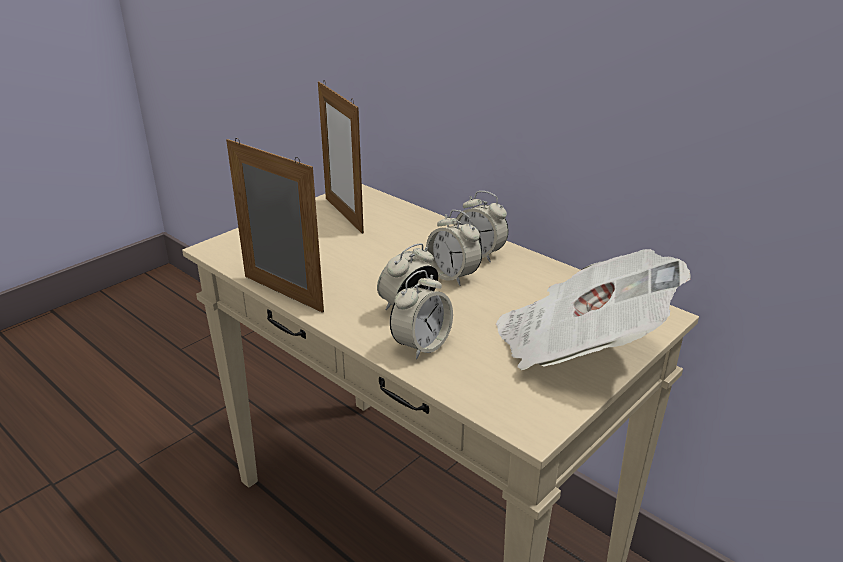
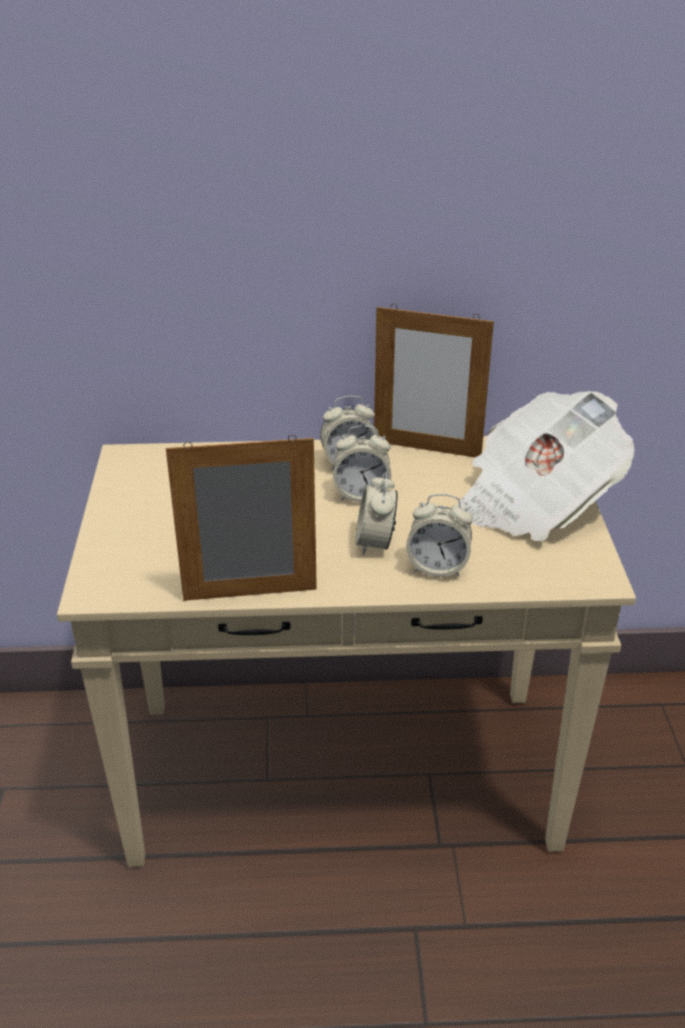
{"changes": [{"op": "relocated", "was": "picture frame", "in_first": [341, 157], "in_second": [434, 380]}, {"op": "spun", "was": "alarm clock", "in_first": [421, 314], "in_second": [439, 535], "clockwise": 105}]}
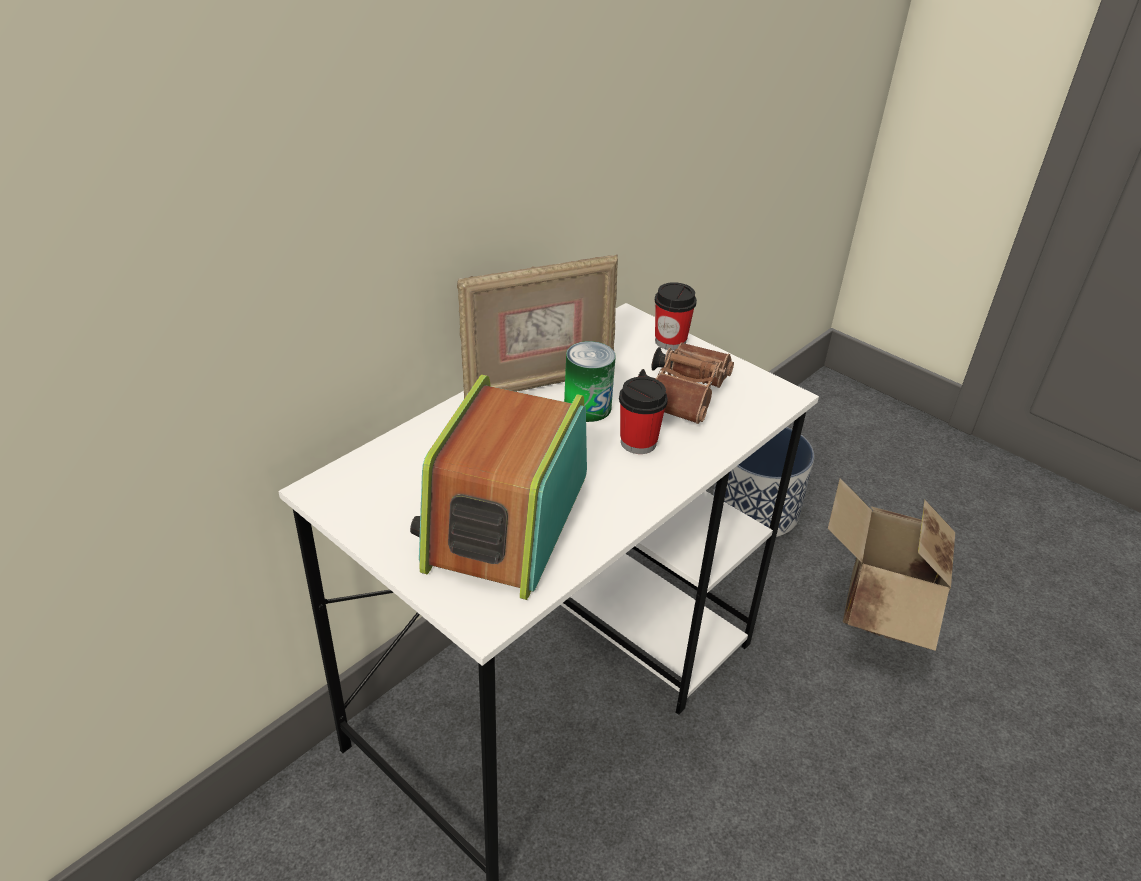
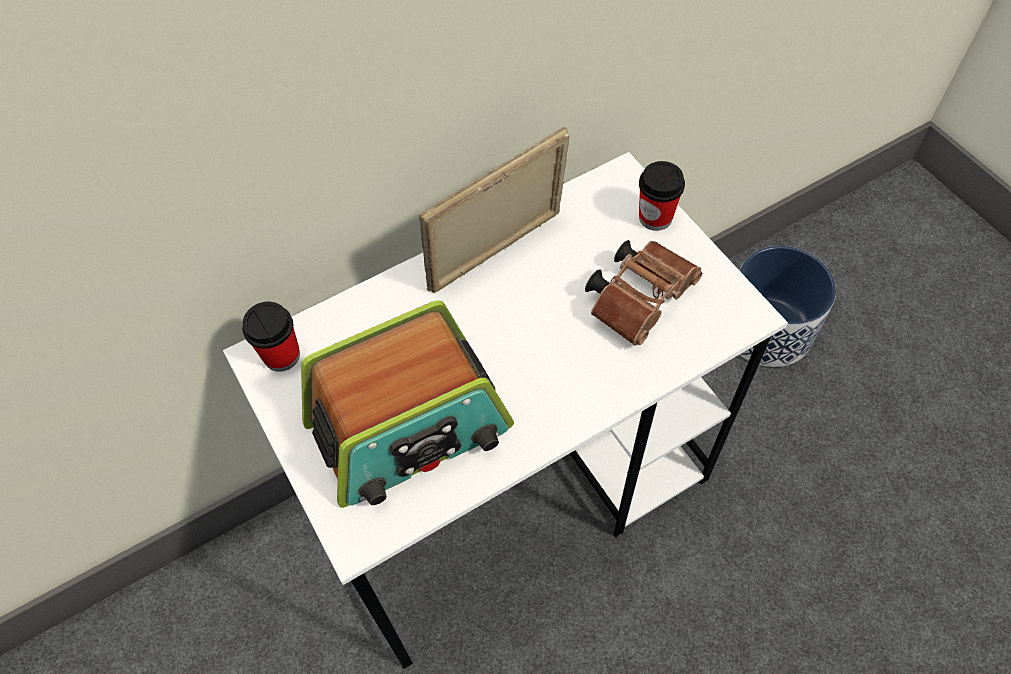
{"changes": [{"op": "missing", "was": "can", "in_first": [590, 381]}, {"op": "missing", "was": "cardboard box", "in_first": [891, 564]}, {"op": "relocated", "was": "cup", "in_first": [643, 415], "in_second": [271, 337]}, {"op": "spun", "was": "radio", "in_first": [498, 487], "in_second": [407, 404], "clockwise": -150}, {"op": "spun", "was": "picture frame", "in_first": [537, 326], "in_second": [494, 210], "clockwise": 150}]}
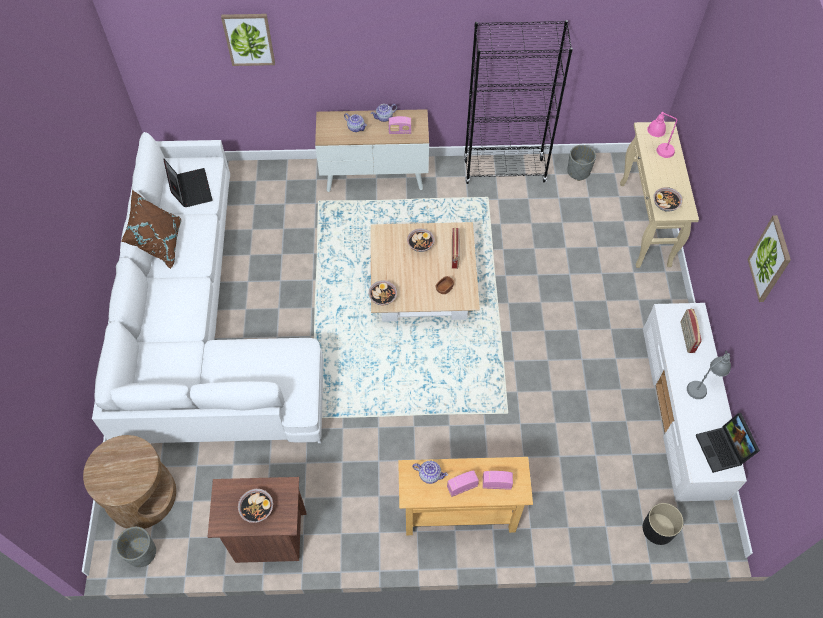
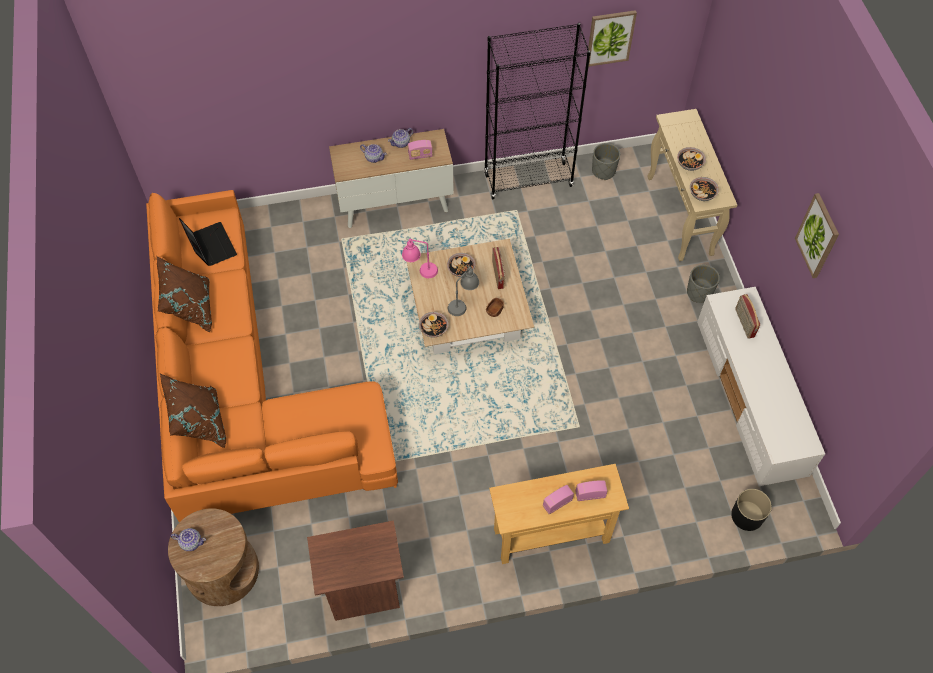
{"changes": [{"op": "missing", "was": "laptop", "in_first": [728, 443]}, {"op": "appeared", "now": "pillow (brown)", "in_second": [193, 411]}, {"op": "relocated", "was": "planter (grey)", "in_first": [136, 547], "in_second": [703, 284]}, {"op": "relocated", "was": "picture", "in_first": [248, 40], "in_second": [612, 38]}, {"op": "relocated", "was": "bowl", "in_first": [255, 506], "in_second": [691, 159]}, {"op": "relocated", "was": "teapot", "in_first": [430, 472], "in_second": [188, 539]}, {"op": "relocated", "was": "table lamp (pink)", "in_first": [662, 135], "in_second": [420, 258]}, {"op": "relocated", "was": "table lamp (grey)", "in_first": [709, 374], "in_second": [463, 290]}, {"op": "colour", "was": "sofa (white)", "now": "sofa (orange)", "in_first": [207, 287], "in_second": [272, 356]}]}
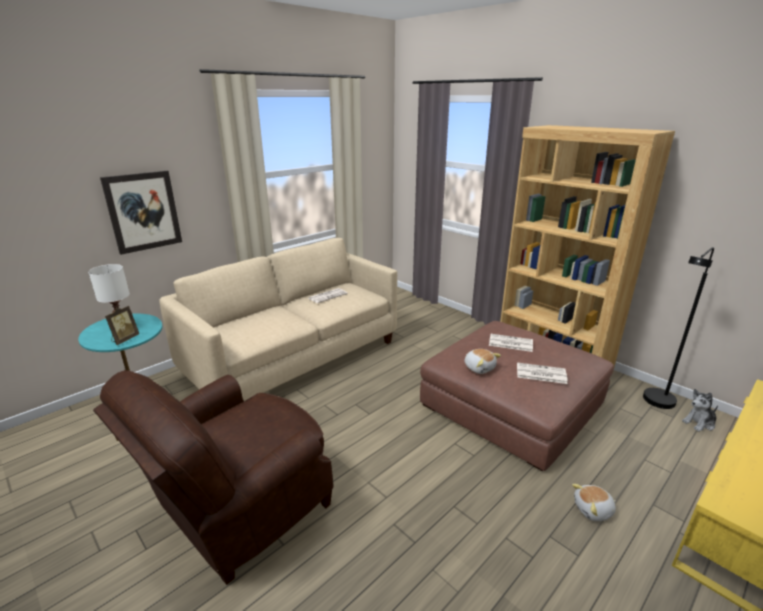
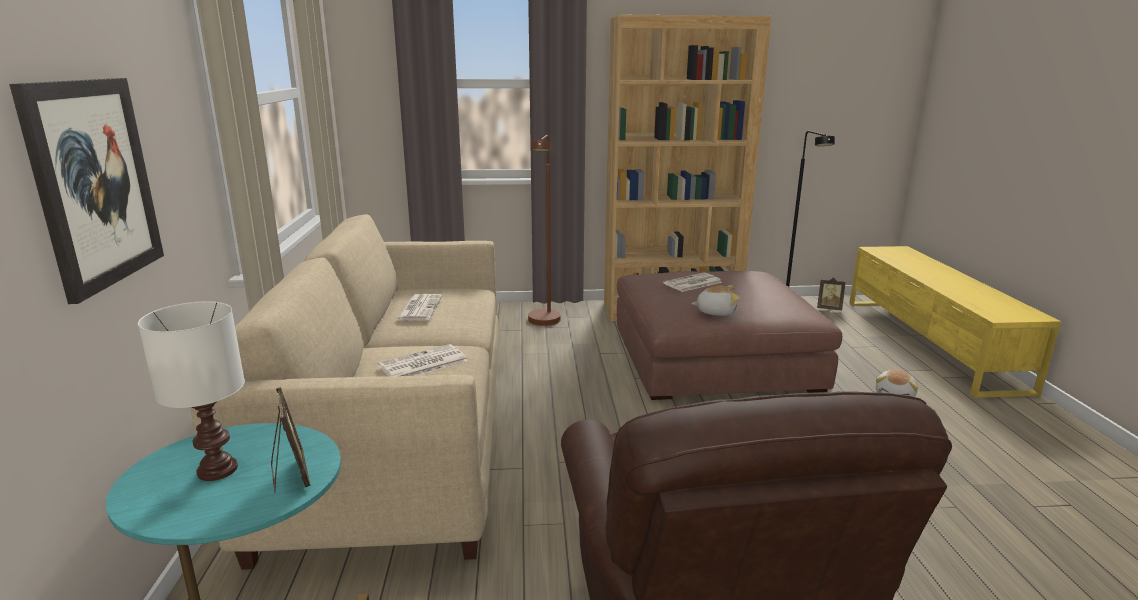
{"changes": [{"op": "appeared", "now": "floor lamp (brown)", "in_second": [544, 230]}, {"op": "relocated", "was": "newspaper", "in_first": [542, 373], "in_second": [423, 360]}, {"op": "exchanged", "was": "plush toy", "now": "picture frame", "in_first": [700, 410], "in_second": [831, 293]}]}
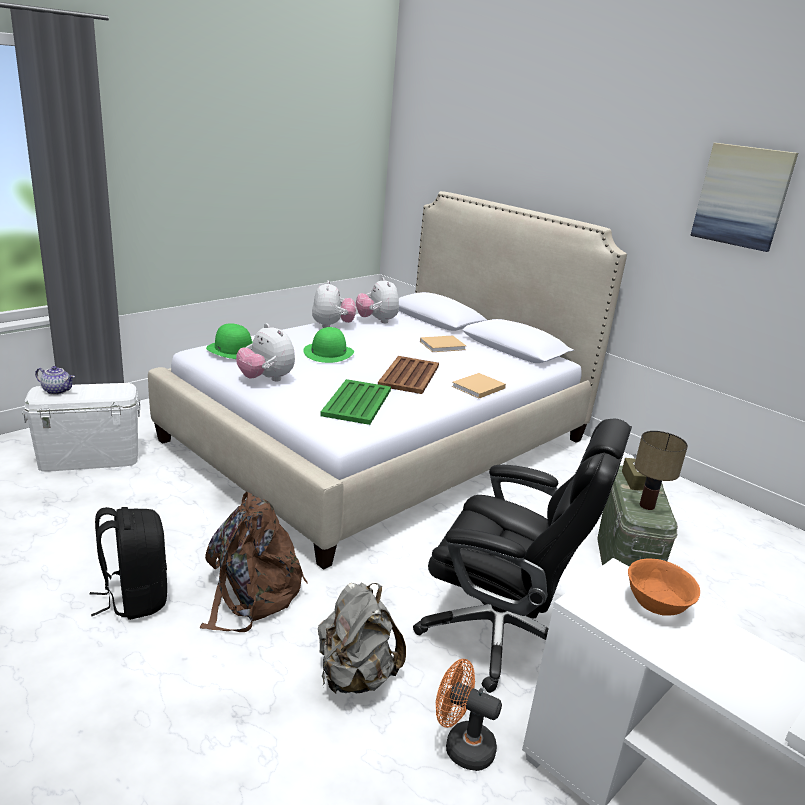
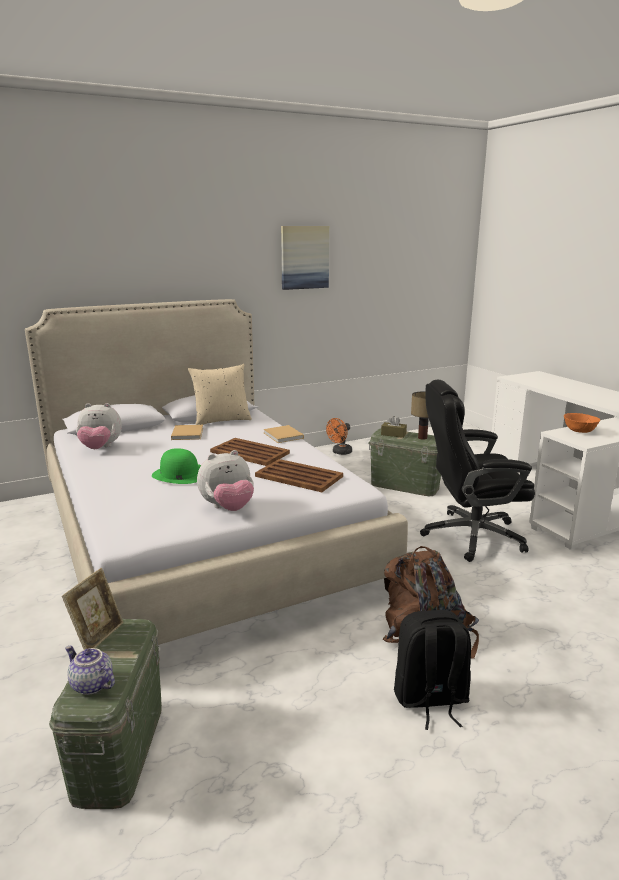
{"changes": [{"op": "missing", "was": "hat (green)", "in_first": [229, 341]}, {"op": "missing", "was": "plush toy", "in_first": [334, 304]}, {"op": "missing", "was": "backpack (grey)", "in_first": [362, 638]}, {"op": "appeared", "now": "picture frame", "in_second": [92, 609]}, {"op": "appeared", "now": "pillow (beige)", "in_second": [220, 394]}, {"op": "relocated", "was": "fan (orange)", "in_first": [469, 715], "in_second": [339, 436]}, {"op": "colour", "was": "storage box (white)", "now": "storage box (green)", "in_first": [81, 427], "in_second": [105, 714]}, {"op": "colour", "was": "tray (green)", "now": "tray (brown)", "in_first": [355, 402], "in_second": [299, 475]}, {"op": "spun", "was": "teapot", "in_first": [55, 380], "in_second": [90, 670], "clockwise": -90}, {"op": "spun", "was": "office chair (black)", "in_first": [522, 555], "in_second": [477, 471], "clockwise": -135}]}
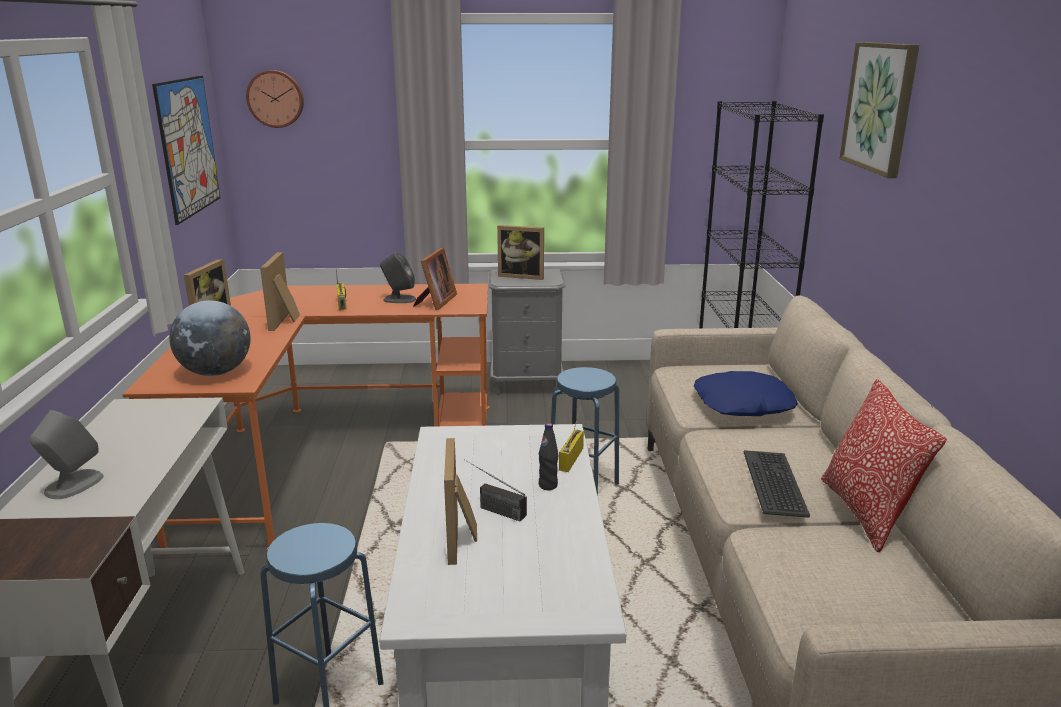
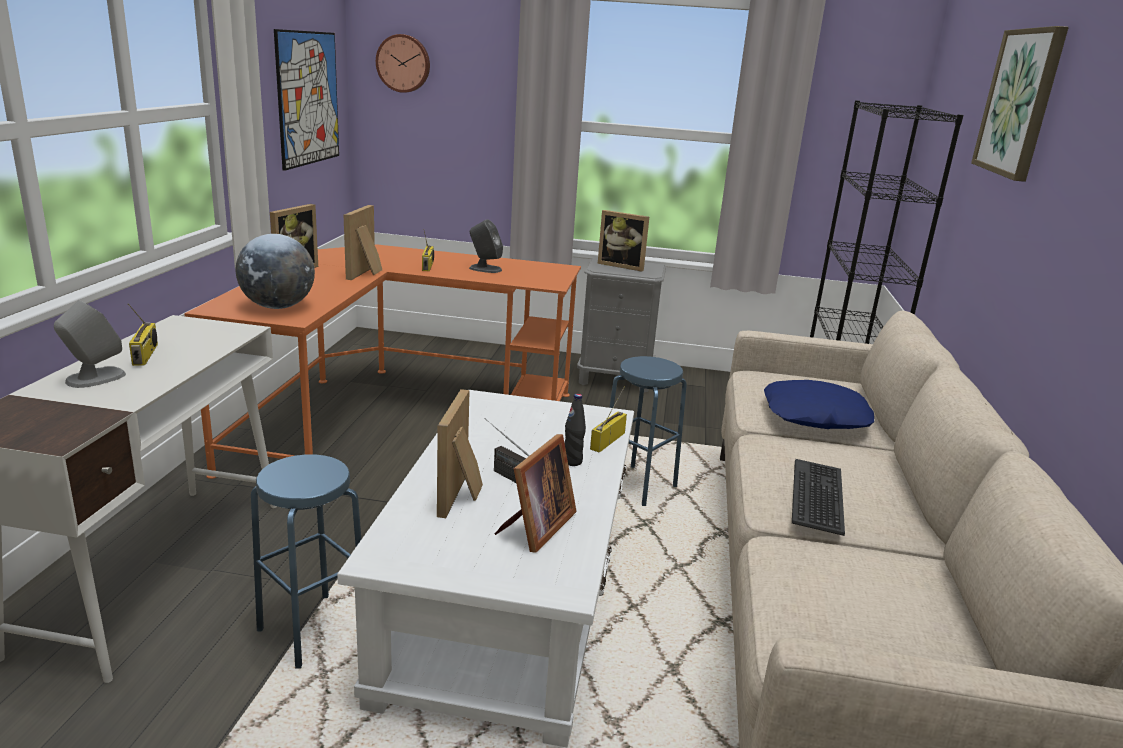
{"changes": [{"op": "missing", "was": "pillow", "in_first": [884, 465]}, {"op": "appeared", "now": "radio", "in_second": [143, 334]}, {"op": "relocated", "was": "picture frame", "in_first": [435, 279], "in_second": [536, 493]}]}
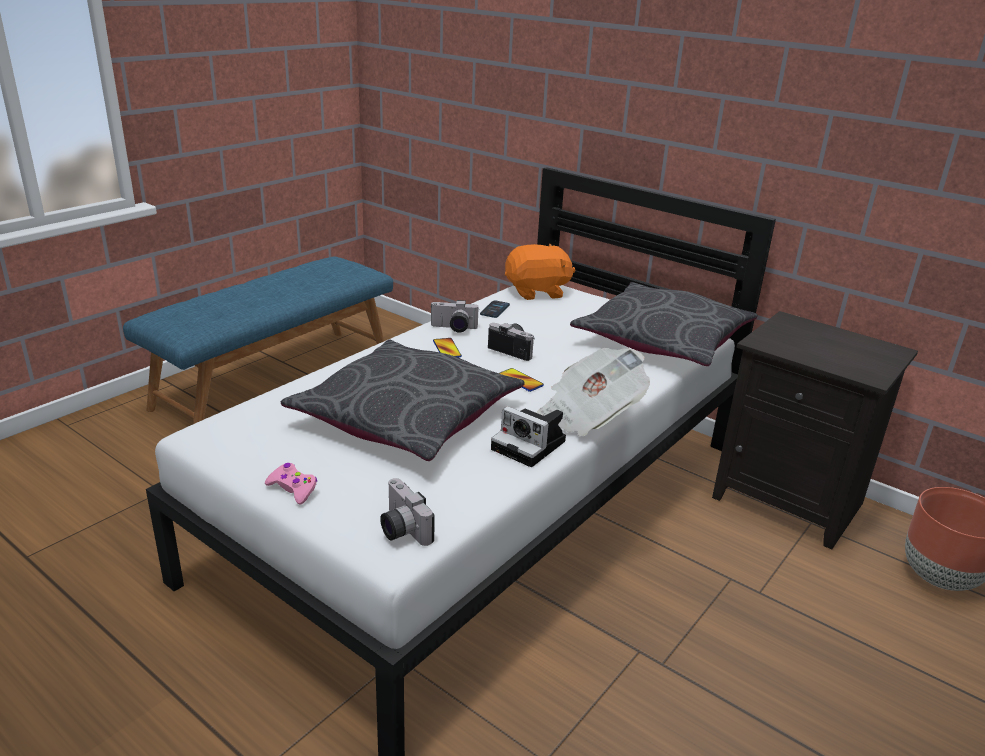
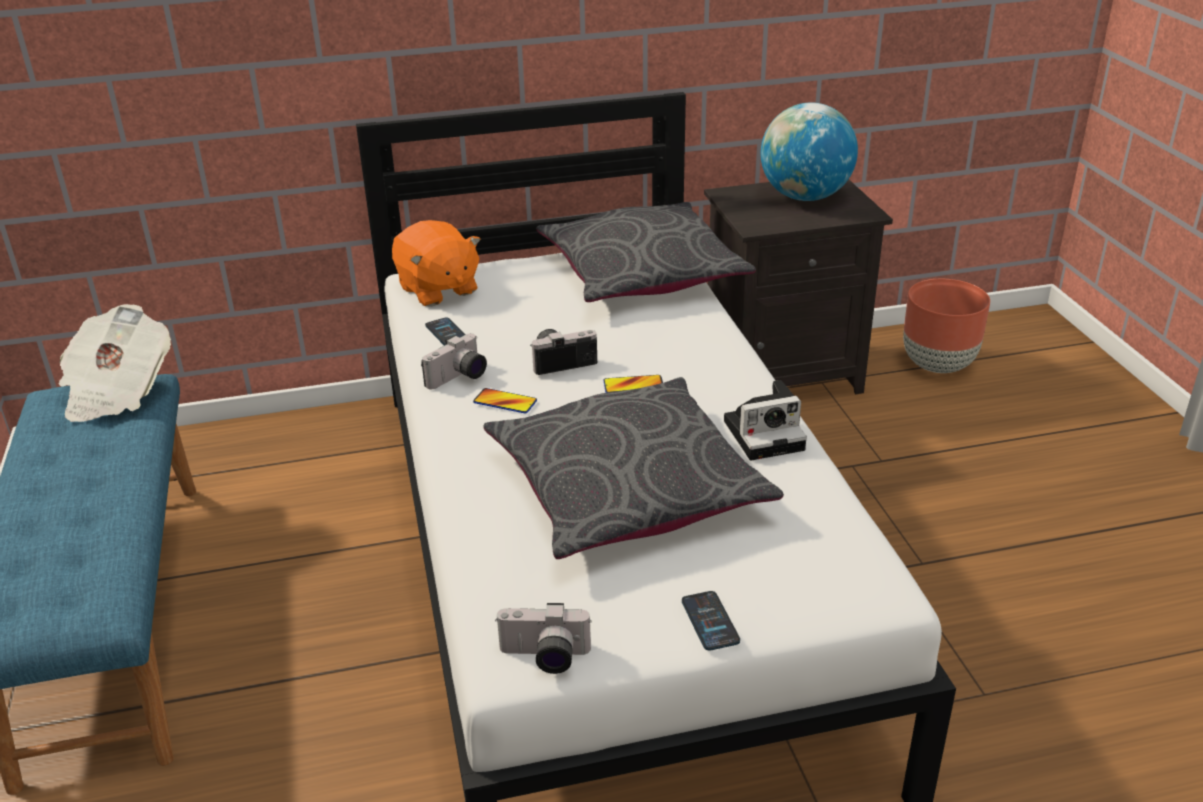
{"changes": [{"op": "appeared", "now": "globe", "in_second": [809, 152]}, {"op": "relocated", "was": "photo camera", "in_first": [407, 512], "in_second": [543, 638]}, {"op": "relocated", "was": "newspaper", "in_first": [593, 392], "in_second": [115, 363]}, {"op": "exchanged", "was": "game controller (pink)", "now": "phone", "in_first": [291, 483], "in_second": [711, 621]}, {"op": "spun", "was": "plush toy (orange)", "in_first": [540, 272], "in_second": [436, 263], "clockwise": 120}]}
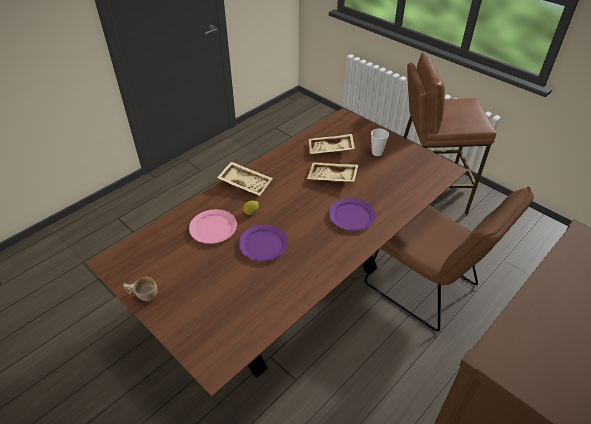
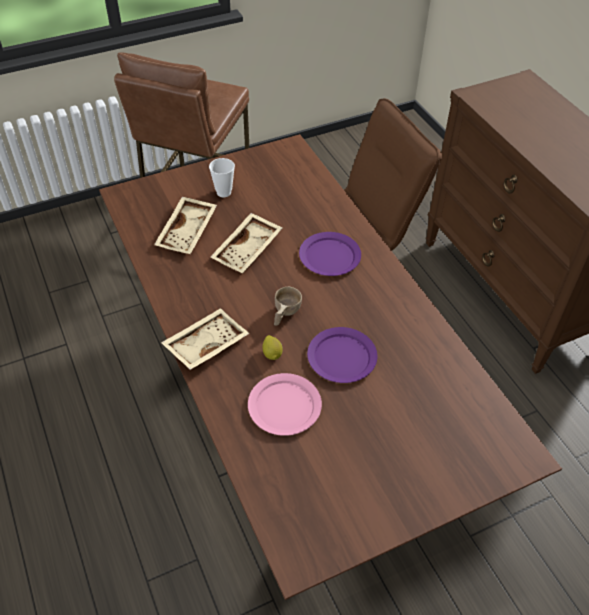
{"changes": [{"op": "relocated", "was": "cup (beige)", "in_first": [140, 289], "in_second": [288, 306]}]}
